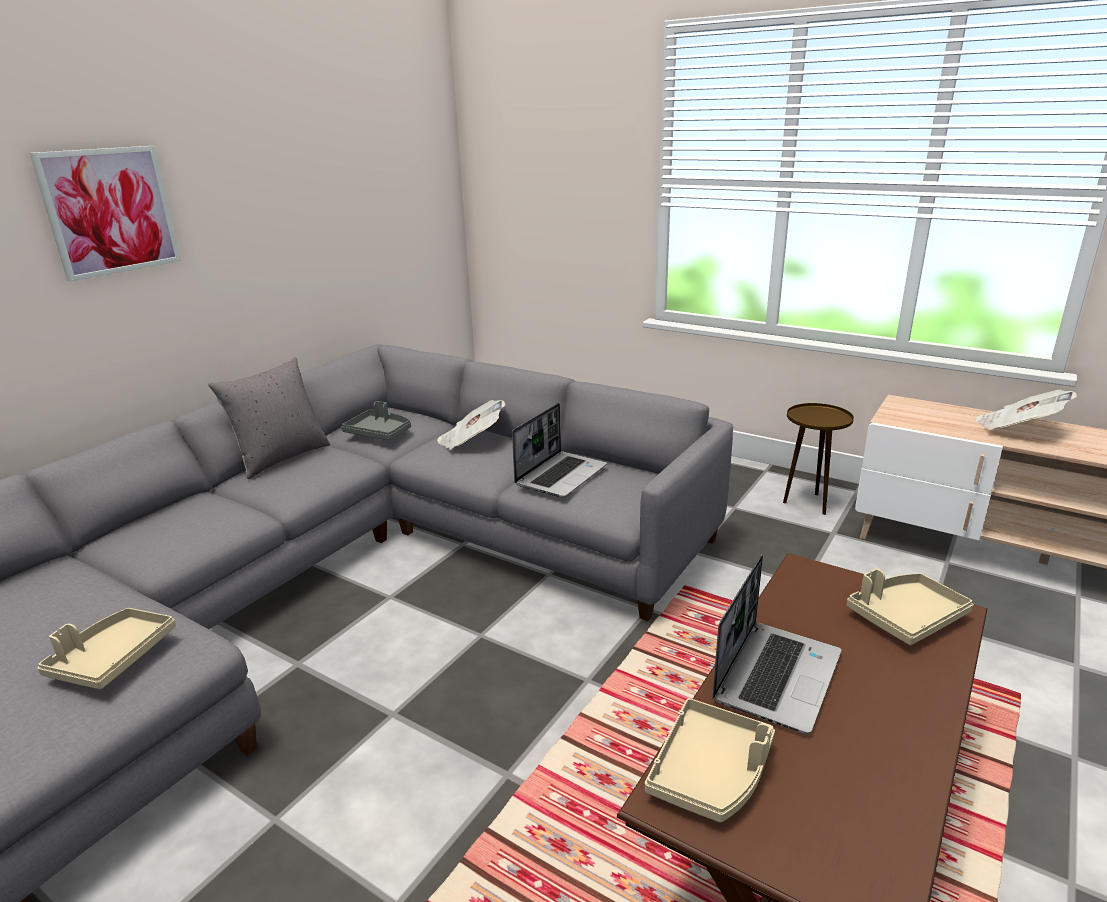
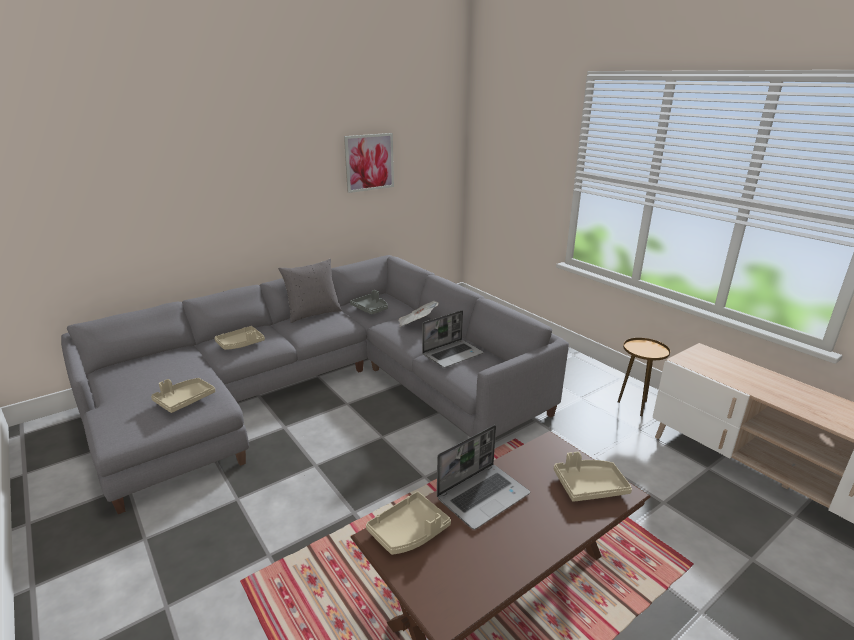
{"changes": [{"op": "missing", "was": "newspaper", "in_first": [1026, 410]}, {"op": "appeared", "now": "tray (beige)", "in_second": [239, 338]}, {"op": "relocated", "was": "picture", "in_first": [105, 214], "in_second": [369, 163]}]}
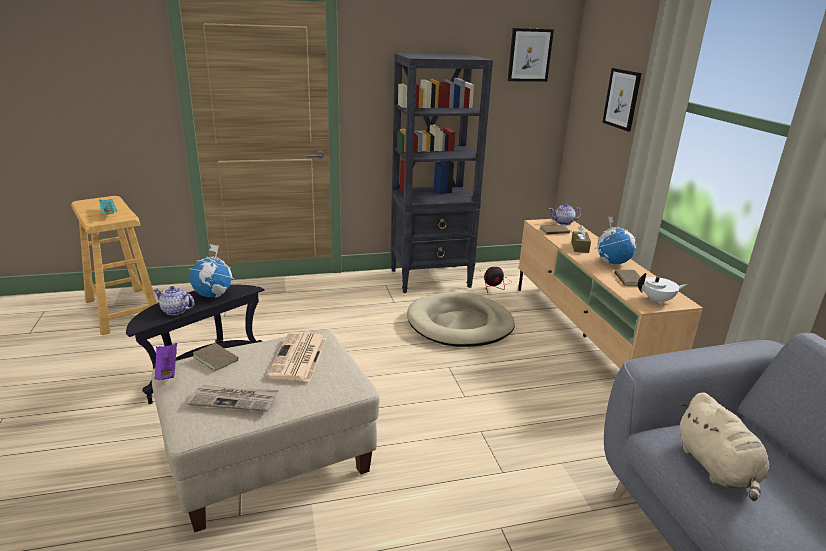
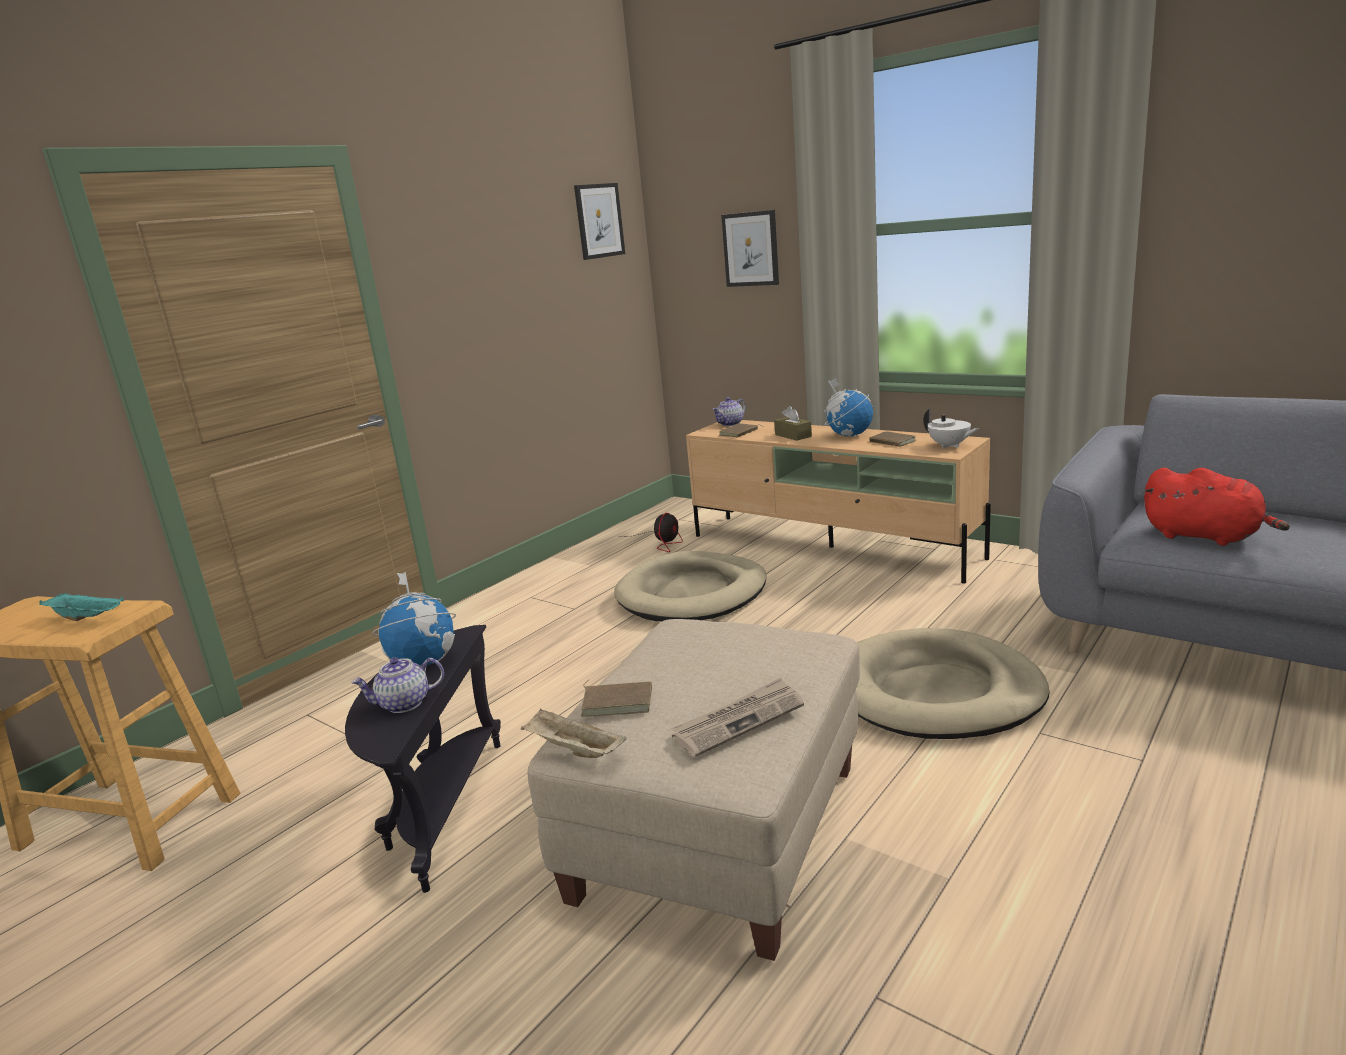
{"changes": [{"op": "missing", "was": "newspaper", "in_first": [296, 356]}, {"op": "missing", "was": "bookcase (black)", "in_first": [442, 173]}, {"op": "appeared", "now": "dog bed (beige)", "in_second": [953, 683]}, {"op": "colour", "was": "tray (purple)", "now": "tray (beige)", "in_first": [166, 361], "in_second": [574, 733]}, {"op": "colour", "was": "plush toy (beige)", "now": "plush toy (red)", "in_first": [724, 446], "in_second": [1216, 507]}, {"op": "spun", "was": "teapot (white)", "in_first": [662, 289], "in_second": [951, 428], "clockwise": 90}]}
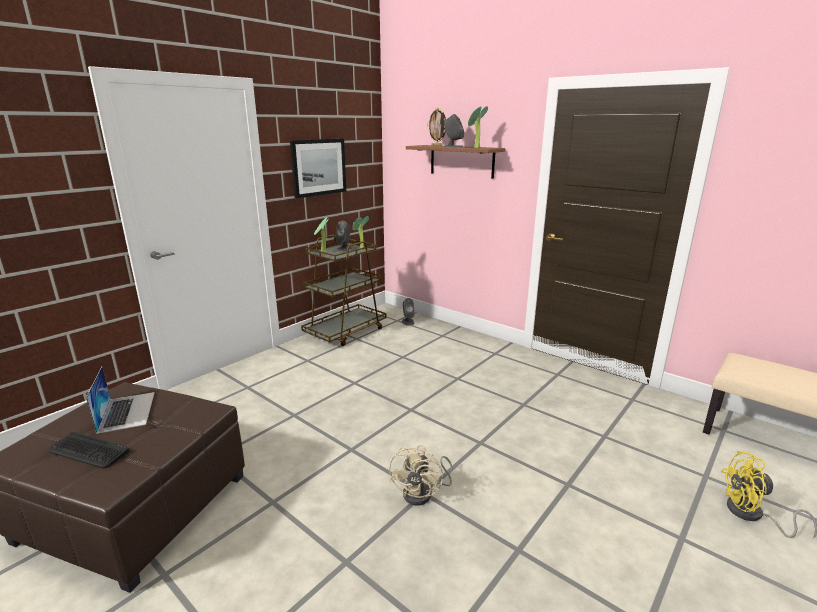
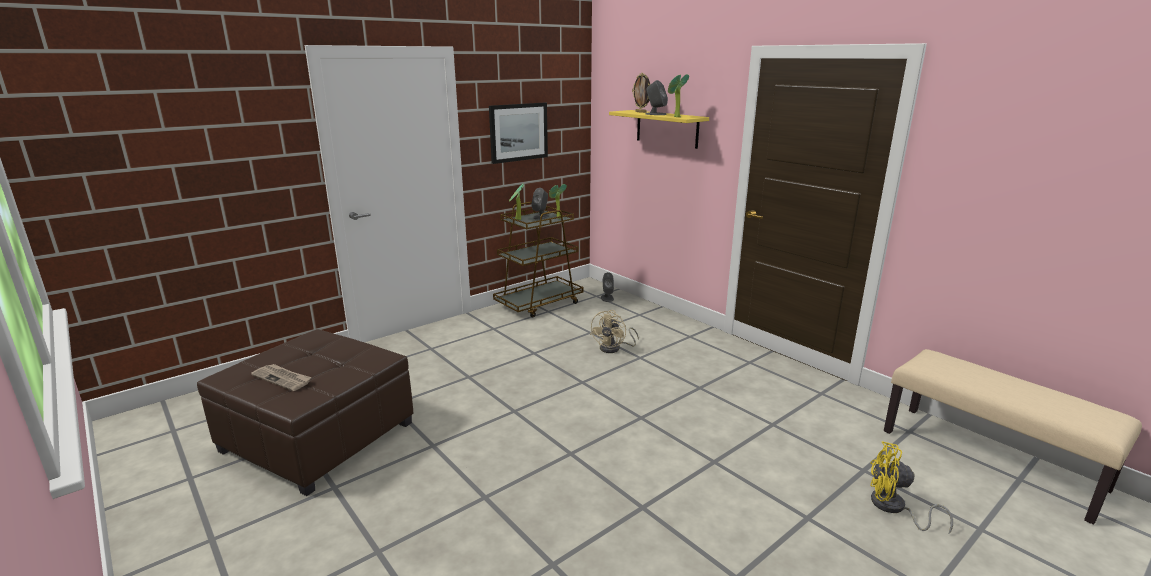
{"changes": [{"op": "missing", "was": "laptop", "in_first": [120, 400]}, {"op": "relocated", "was": "fan (beige)", "in_first": [421, 475], "in_second": [614, 331]}, {"op": "exchanged", "was": "keyboard", "now": "newspaper", "in_first": [89, 450], "in_second": [281, 377]}, {"op": "colour", "was": "shelf (brown)", "now": "shelf (yellow)", "in_first": [456, 162], "in_second": [659, 129]}]}
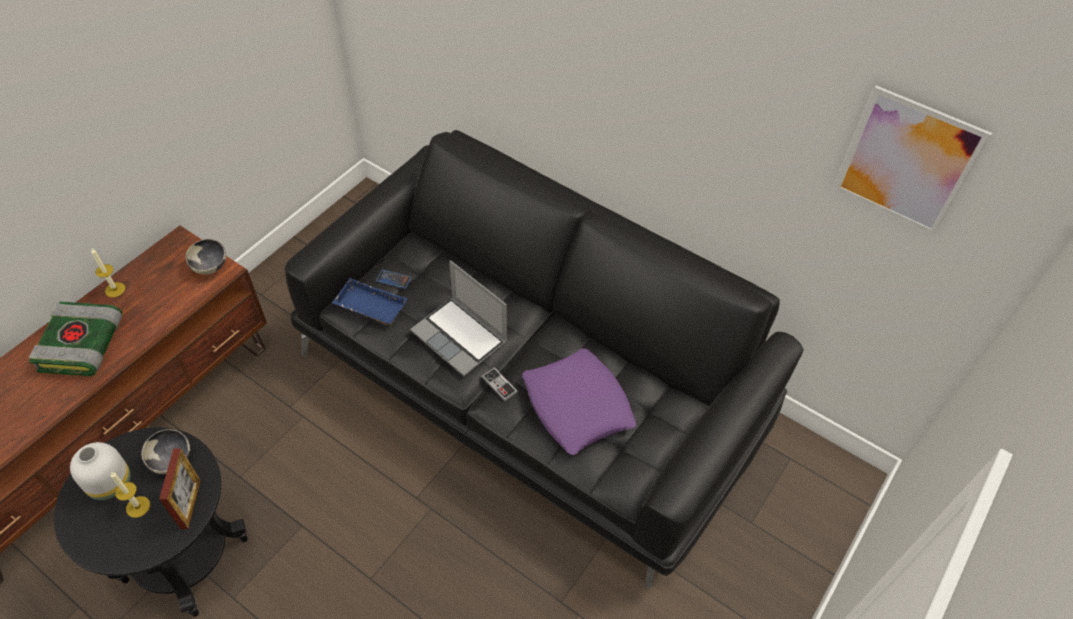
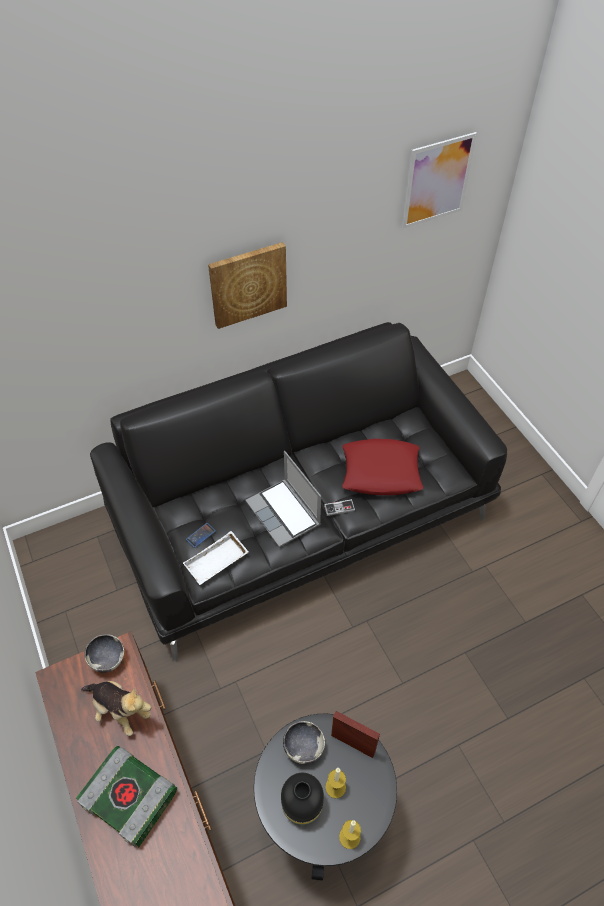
{"changes": [{"op": "appeared", "now": "plush toy", "in_second": [116, 708]}, {"op": "appeared", "now": "picture", "in_second": [247, 285]}, {"op": "relocated", "was": "candle", "in_first": [108, 273], "in_second": [350, 834]}, {"op": "colour", "was": "vase (white)", "now": "vase (black)", "in_first": [100, 471], "in_second": [302, 799]}, {"op": "colour", "was": "tray (blue)", "now": "tray (white)", "in_first": [370, 301], "in_second": [215, 558]}, {"op": "colour", "was": "pillow (purple)", "now": "pillow (red)", "in_first": [579, 401], "in_second": [382, 467]}, {"op": "spun", "was": "laptop", "in_first": [459, 318], "in_second": [283, 499], "clockwise": 75}]}
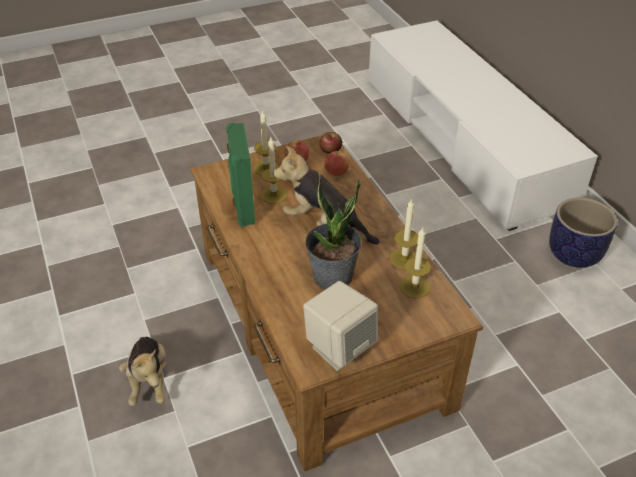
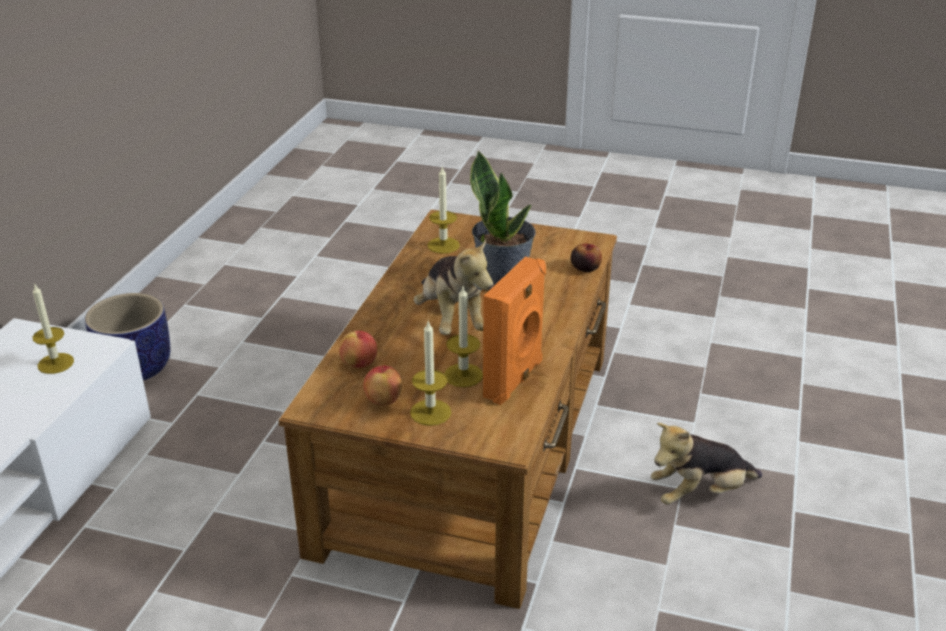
{"changes": [{"op": "missing", "was": "speaker (beige)", "in_first": [340, 326]}, {"op": "relocated", "was": "apple", "in_first": [331, 143], "in_second": [586, 258]}, {"op": "relocated", "was": "candle", "in_first": [404, 233], "in_second": [53, 329]}, {"op": "colour", "was": "speaker (green)", "now": "speaker (orange)", "in_first": [240, 175], "in_second": [514, 330]}, {"op": "spun", "was": "plush toy", "in_first": [142, 371], "in_second": [706, 464], "clockwise": -135}]}
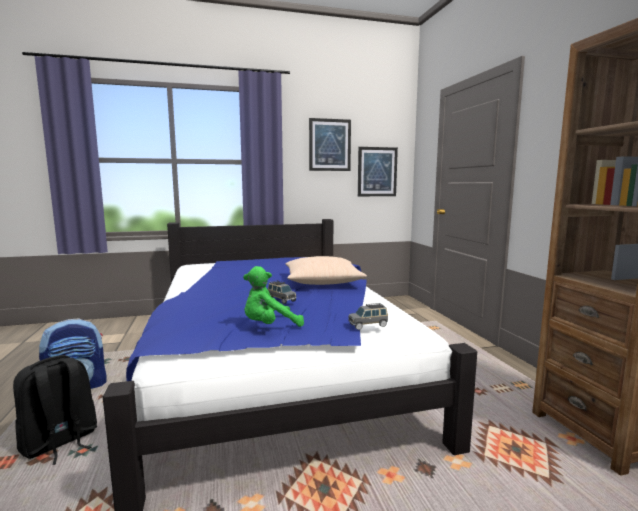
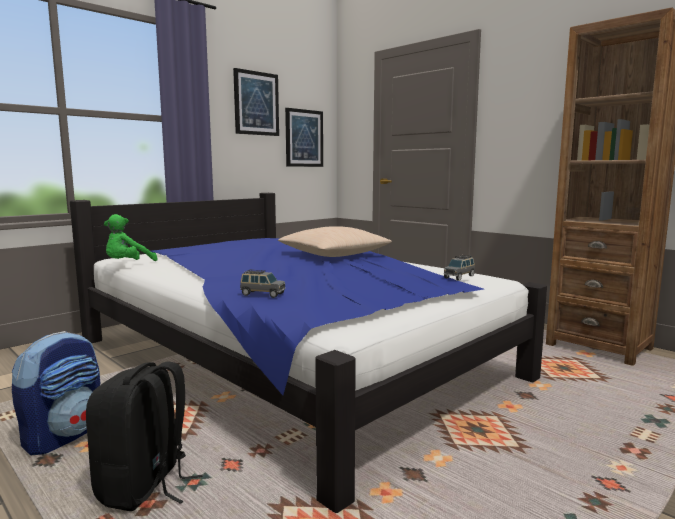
{"changes": [{"op": "relocated", "was": "plush toy (green)", "in_first": [273, 296], "in_second": [131, 237]}, {"op": "relocated", "was": "toy car (grey)", "in_first": [282, 292], "in_second": [262, 284]}]}
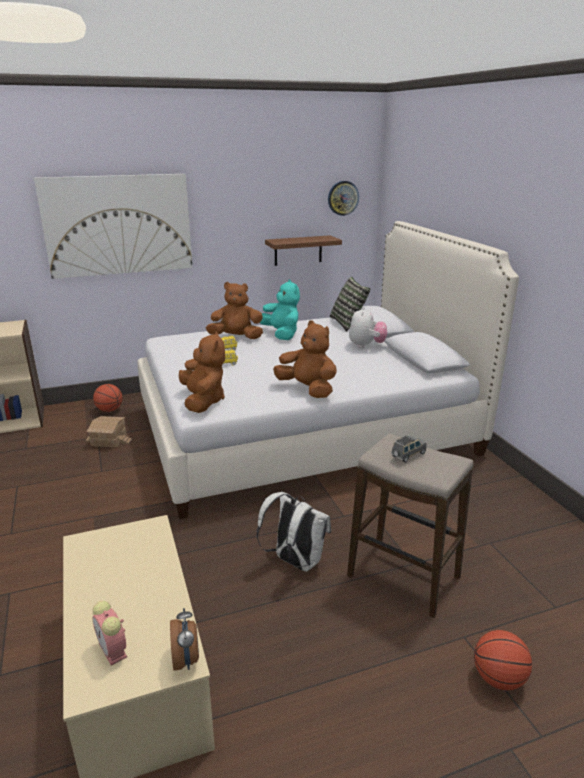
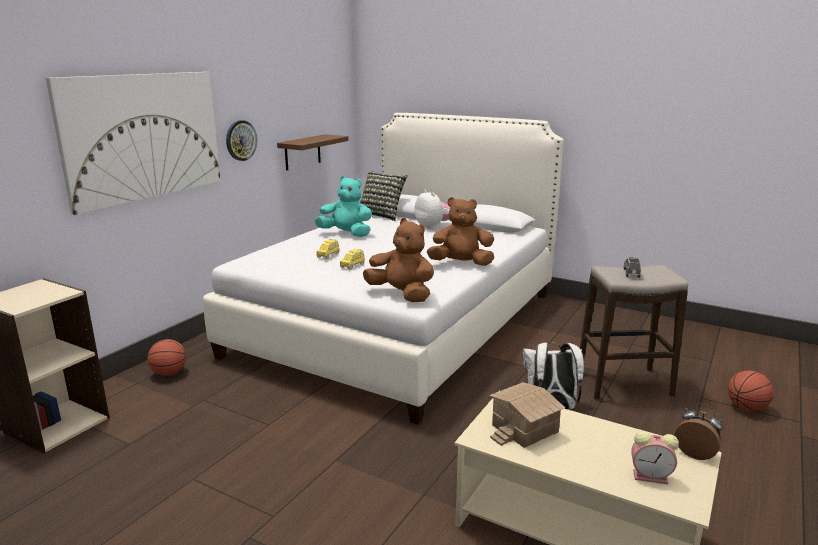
{"changes": [{"op": "missing", "was": "plush toy (brown)", "in_first": [234, 310]}, {"op": "relocated", "was": "toy house", "in_first": [109, 432], "in_second": [527, 415]}, {"op": "relocated", "was": "wall clock", "in_first": [343, 198], "in_second": [241, 140]}]}
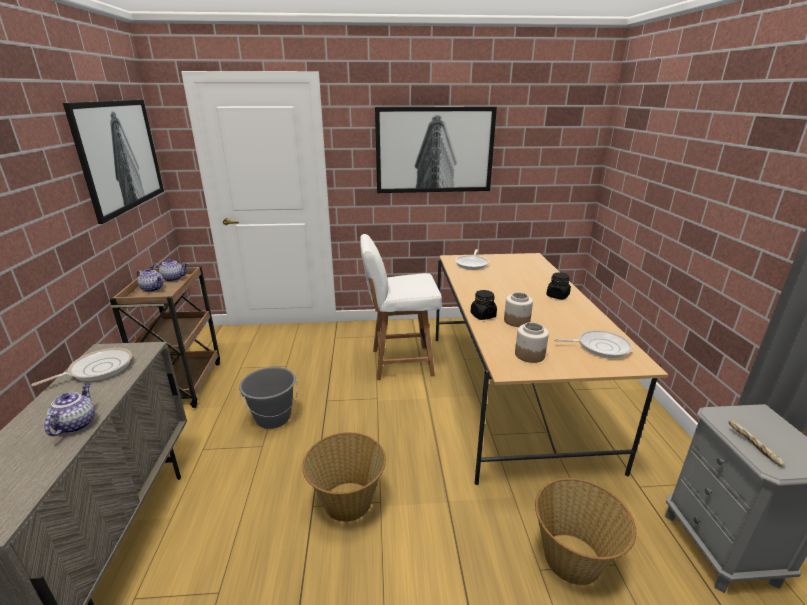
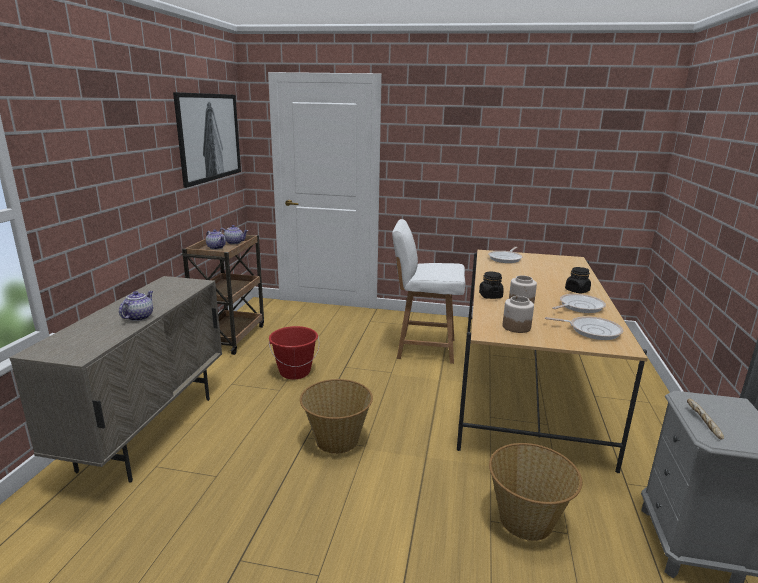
{"changes": [{"op": "missing", "was": "picture", "in_first": [436, 150]}, {"op": "relocated", "was": "frying pan", "in_first": [81, 367], "in_second": [579, 303]}, {"op": "colour", "was": "bucket (grey)", "now": "bucket (red)", "in_first": [268, 398], "in_second": [294, 352]}]}
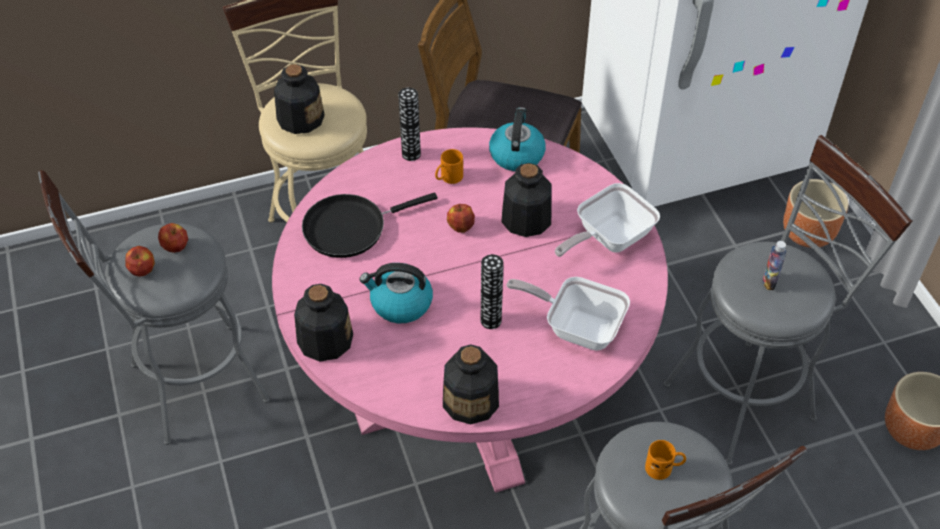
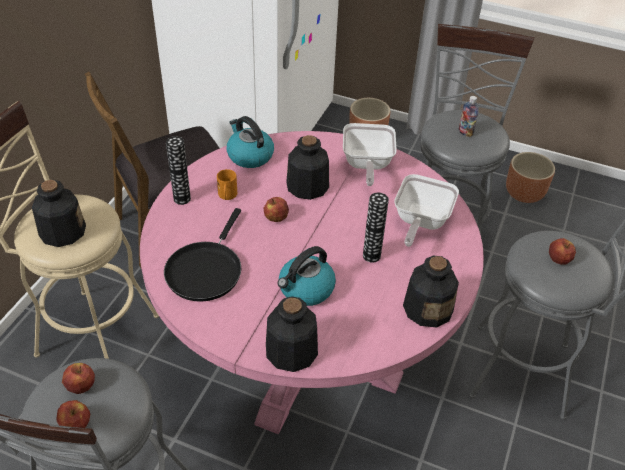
{"changes": [{"op": "exchanged", "was": "mug (orange)", "now": "apple", "in_first": [665, 460], "in_second": [562, 251]}, {"op": "spun", "was": "frying pan", "in_first": [568, 314], "in_second": [426, 210], "clockwise": -45}]}
